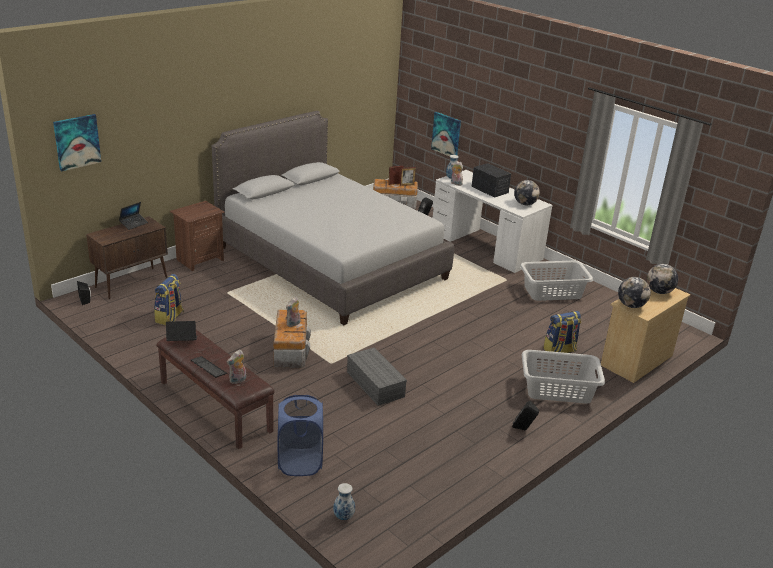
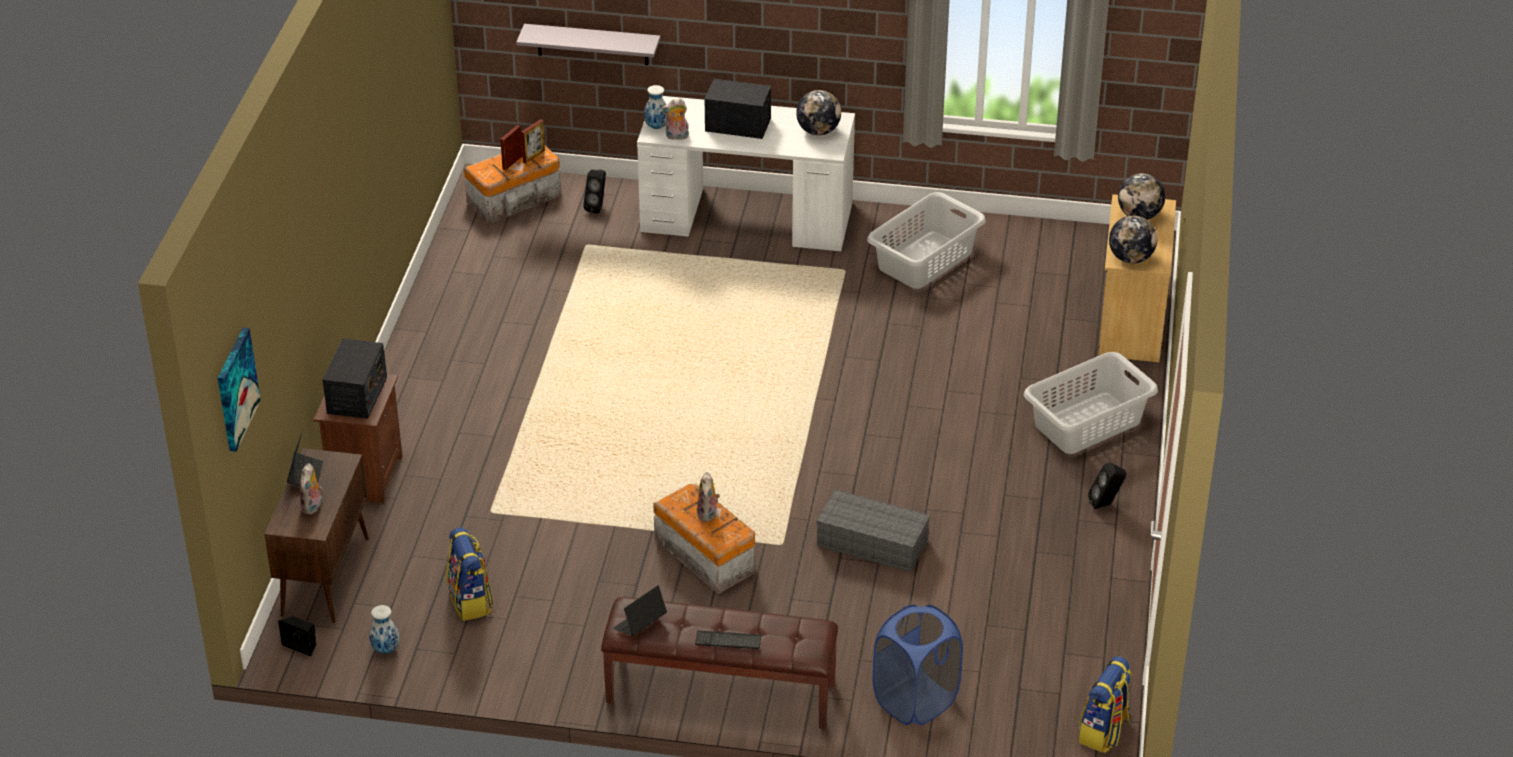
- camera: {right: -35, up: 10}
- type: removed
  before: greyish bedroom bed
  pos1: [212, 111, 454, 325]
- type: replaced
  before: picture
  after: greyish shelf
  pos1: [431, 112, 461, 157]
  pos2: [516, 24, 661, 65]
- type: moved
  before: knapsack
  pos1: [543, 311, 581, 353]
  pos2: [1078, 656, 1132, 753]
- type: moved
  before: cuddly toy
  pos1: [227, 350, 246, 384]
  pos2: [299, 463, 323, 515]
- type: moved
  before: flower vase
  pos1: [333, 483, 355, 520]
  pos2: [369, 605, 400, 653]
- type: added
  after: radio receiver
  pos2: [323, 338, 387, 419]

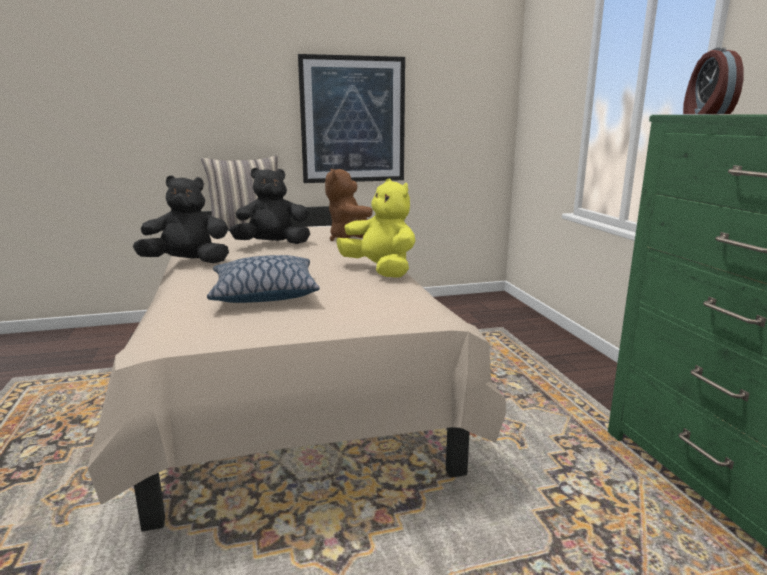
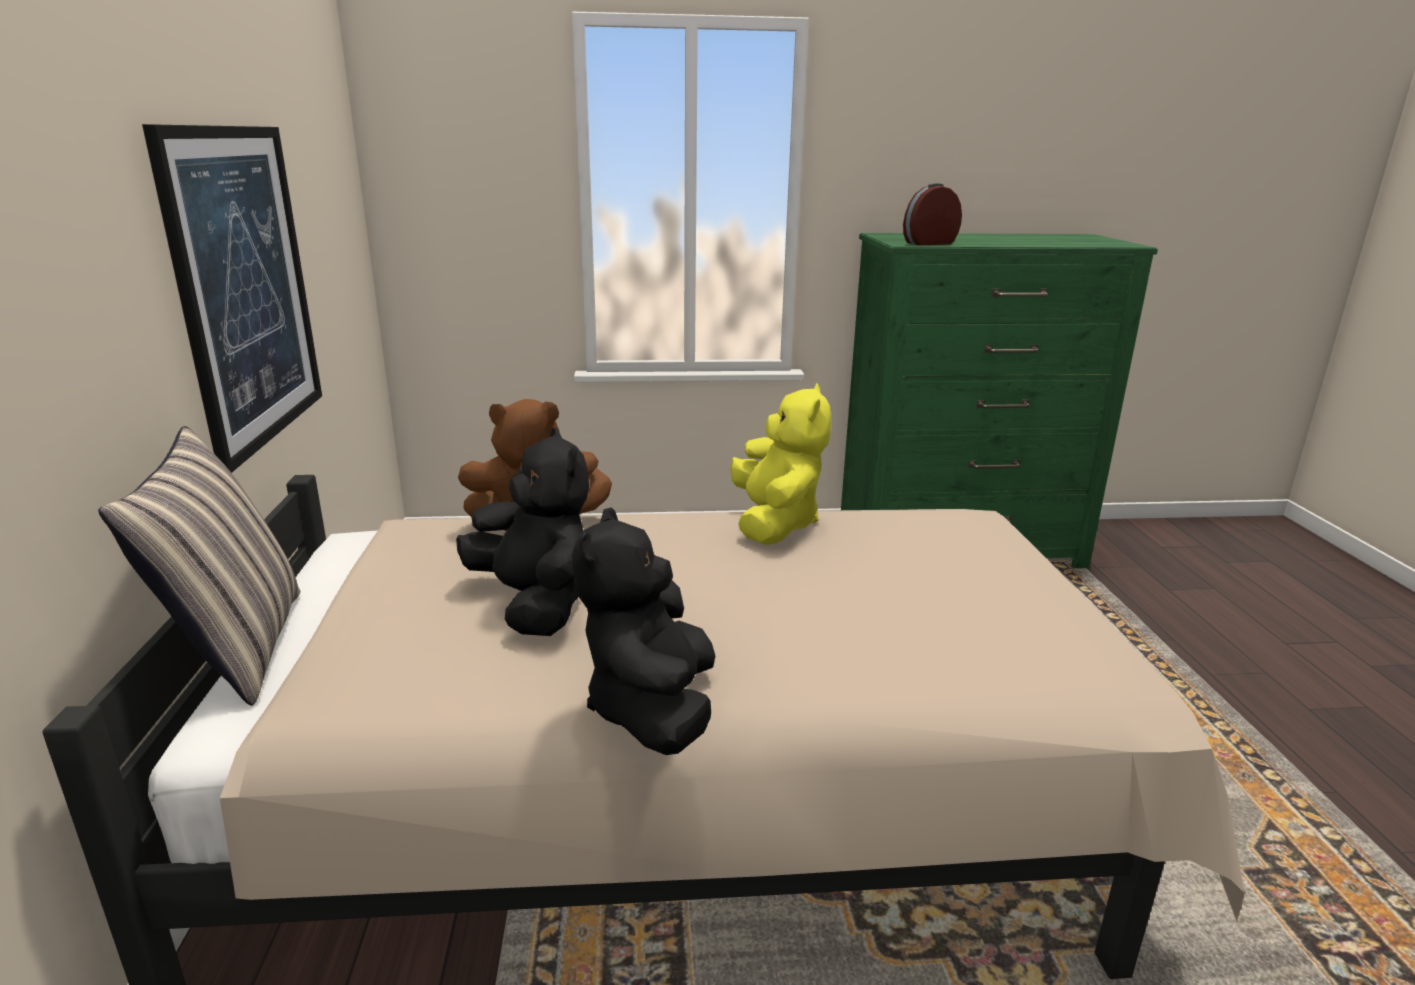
- camera: {right: -80, up: 5}
- type: turned
  before: table clock
  pos1: [683, 47, 744, 114]
  pos2: [903, 183, 962, 245]
  turn: 150
- type: turned
  before: black-coloured cuddly toy
  pos1: [229, 168, 310, 244]
  pos2: [456, 428, 589, 636]
  turn: 150
- type: turned
  before: yellow-coloured cuddly toy
  pos1: [336, 178, 416, 278]
  pos2: [730, 383, 831, 545]
  turn: 120
- type: removed
  before: cushion
  pos1: [207, 255, 320, 303]

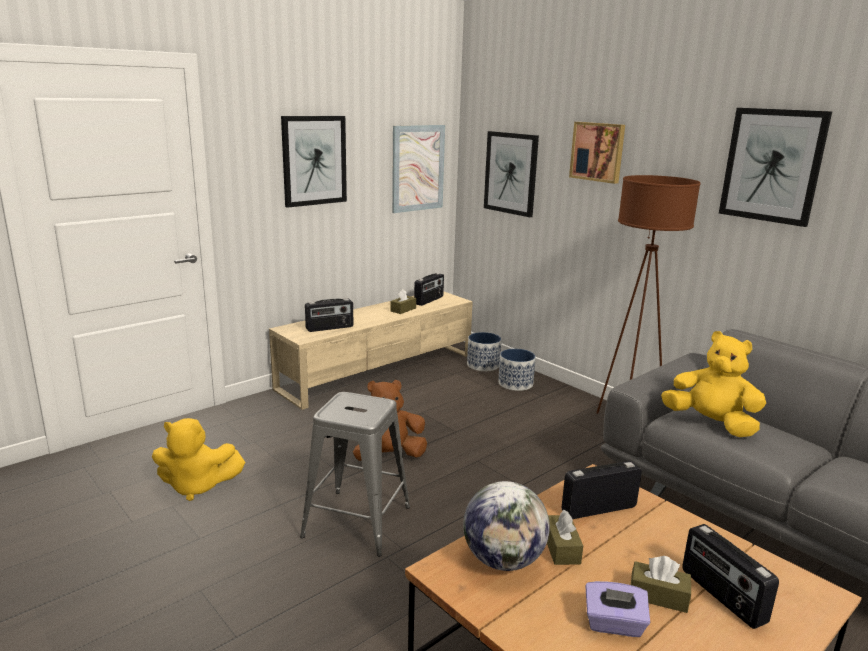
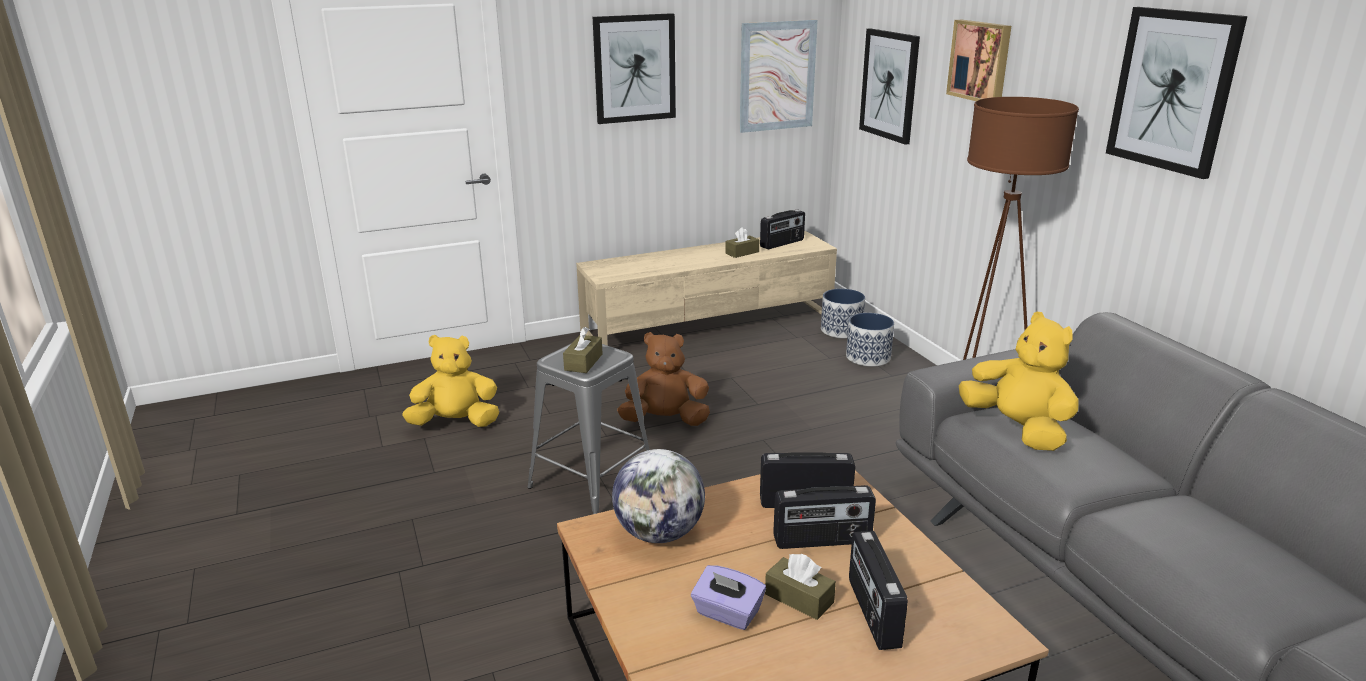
- camera: {right: 20, up: 5}
- type: moved
  before: radio receiver
  pos1: [305, 299, 353, 332]
  pos2: [773, 485, 876, 549]
- type: turned
  before: yellow-coloured cuddly toy
  pos1: [152, 418, 245, 501]
  pos2: [402, 335, 499, 427]
  turn: 150
- type: moved
  before: brownish tissue holder
  pos1: [547, 510, 583, 565]
  pos2: [563, 327, 603, 373]

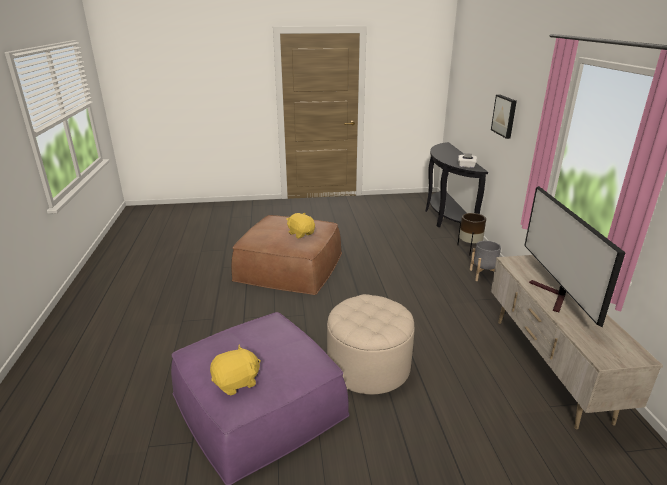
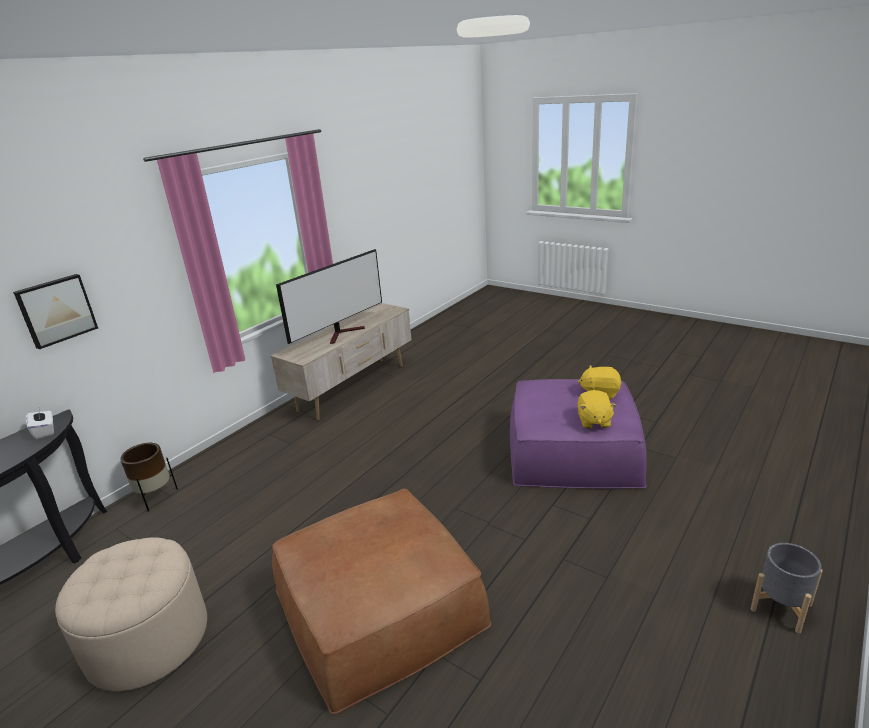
- camera: {right: -135, up: 0}
- type: moved
  before: yellow-coloured cuddly toy
  pos1: [286, 213, 315, 239]
  pos2: [577, 390, 616, 429]
- type: moved
  before: greyish planter
  pos1: [470, 241, 501, 281]
  pos2: [750, 543, 823, 633]
- type: moved
  before: sand-coloured ottoman
  pos1: [327, 294, 414, 395]
  pos2: [55, 537, 207, 691]

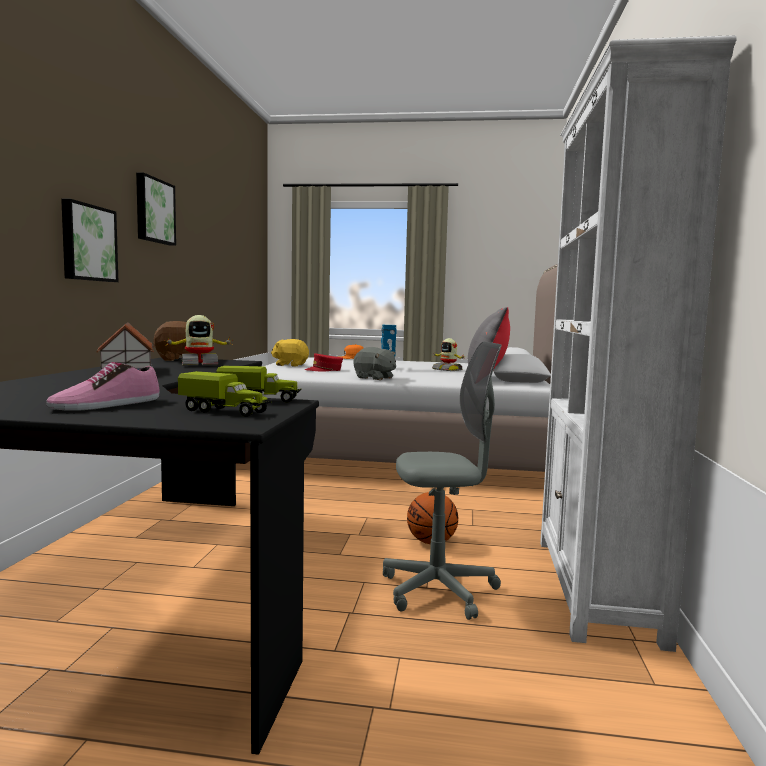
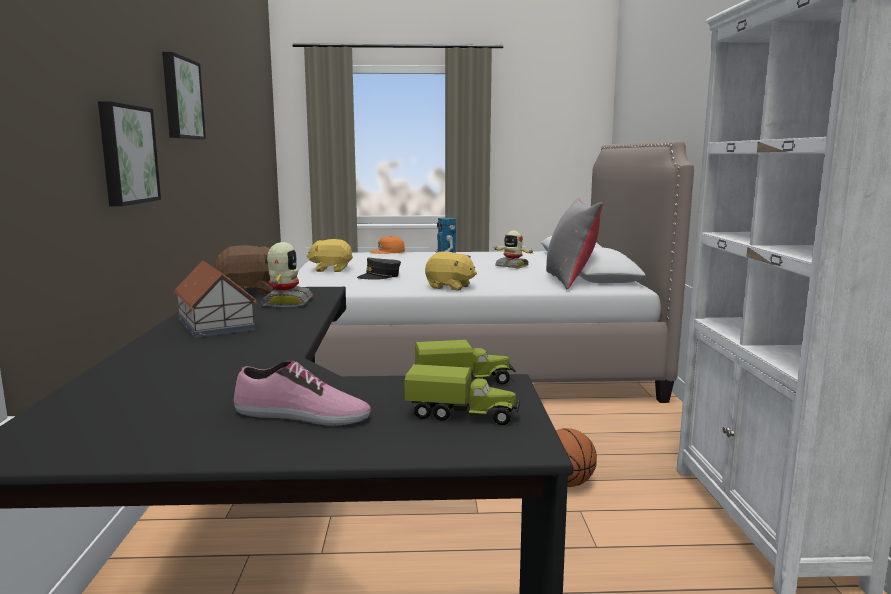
- camera: {right: -10, up: 5}
- type: turned
  before: toy robot
  pos1: [165, 315, 233, 366]
  pos2: [261, 242, 313, 307]
  turn: -60
- type: removed
  before: greyish computer chair
  pos1: [383, 341, 502, 620]
- type: recoloured
  before: greyish cuddly toy
  after: yellow-coloured cuddly toy
  pos1: [354, 347, 396, 380]
  pos2: [425, 252, 477, 291]
- type: recoloured
  before: reddish cap
  after: greyish cap
  pos1: [304, 353, 343, 371]
  pos2: [357, 258, 401, 280]
- type: turned
  before: item of footwear
  pos1: [46, 362, 160, 411]
  pos2: [233, 361, 371, 426]
  turn: -105

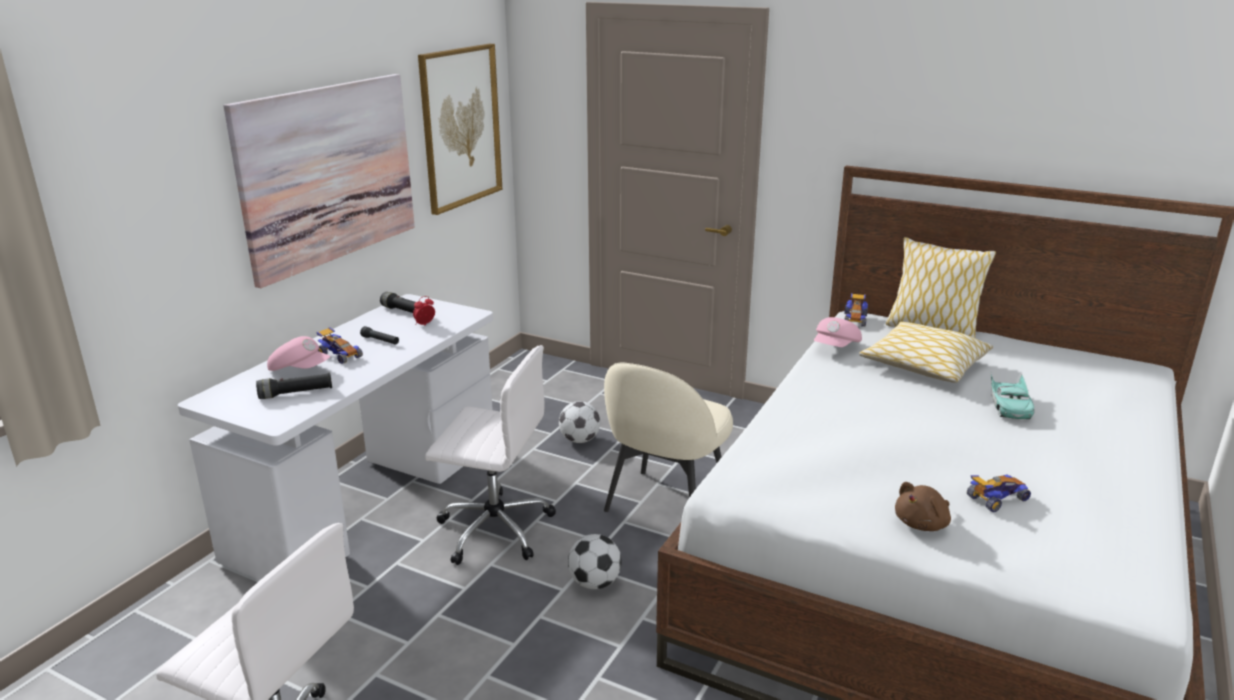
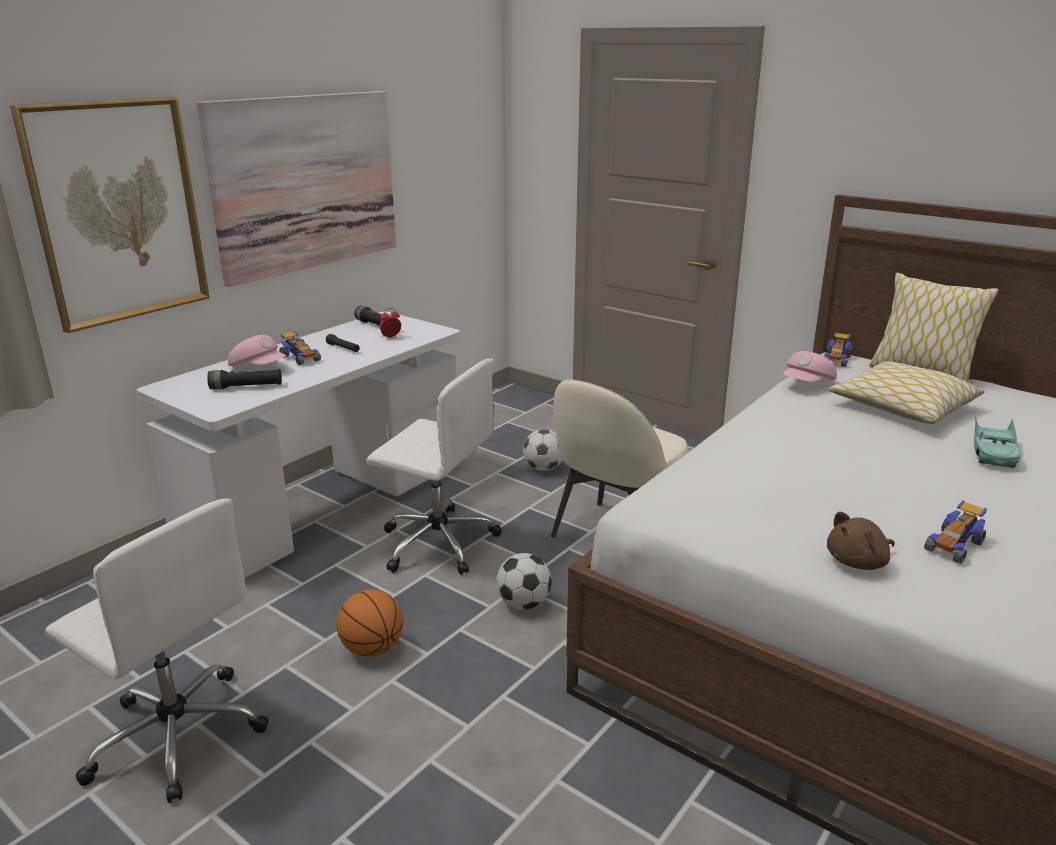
- camera: {right: 10, up: 0}
- type: moved
  before: picture
  pos1: [418, 44, 502, 215]
  pos2: [10, 97, 210, 333]
- type: turned
  before: toy car
  pos1: [967, 475, 1031, 512]
  pos2: [924, 500, 987, 564]
  turn: 150
- type: added
  after: basketball
  pos2: [337, 589, 403, 657]

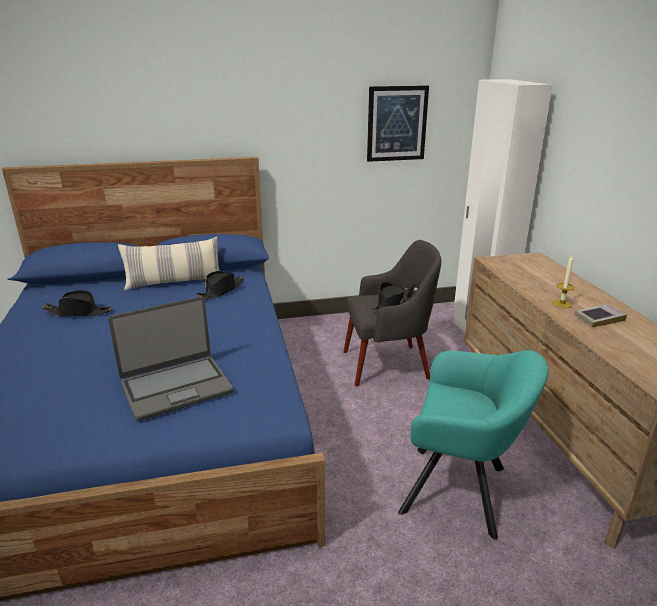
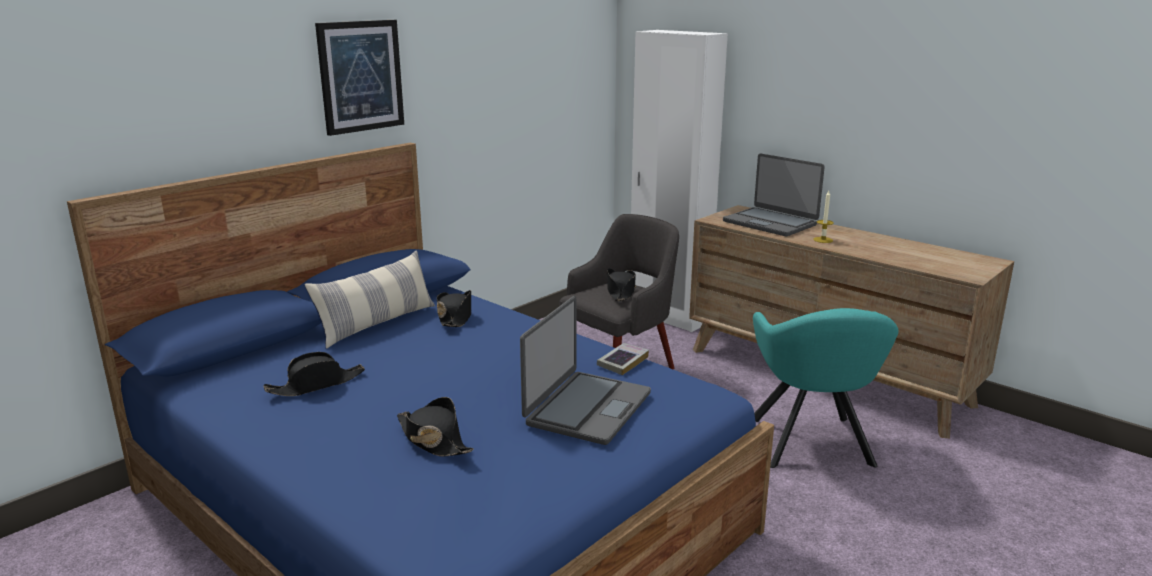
- camera: {right: -35, up: -5}
- type: moved
  before: picture
  pos1: [367, 85, 429, 162]
  pos2: [315, 20, 404, 136]
- type: moved
  before: book
  pos1: [574, 304, 627, 327]
  pos2: [597, 343, 649, 375]
- type: turned
  before: blue-green easy chair
  pos1: [398, 350, 549, 540]
  pos2: [753, 308, 899, 468]
  turn: 105
- type: added
  after: notebook computer
  pos2: [723, 153, 825, 236]
- type: added
  after: black-coloured wearable hat
  pos2: [397, 397, 474, 457]

